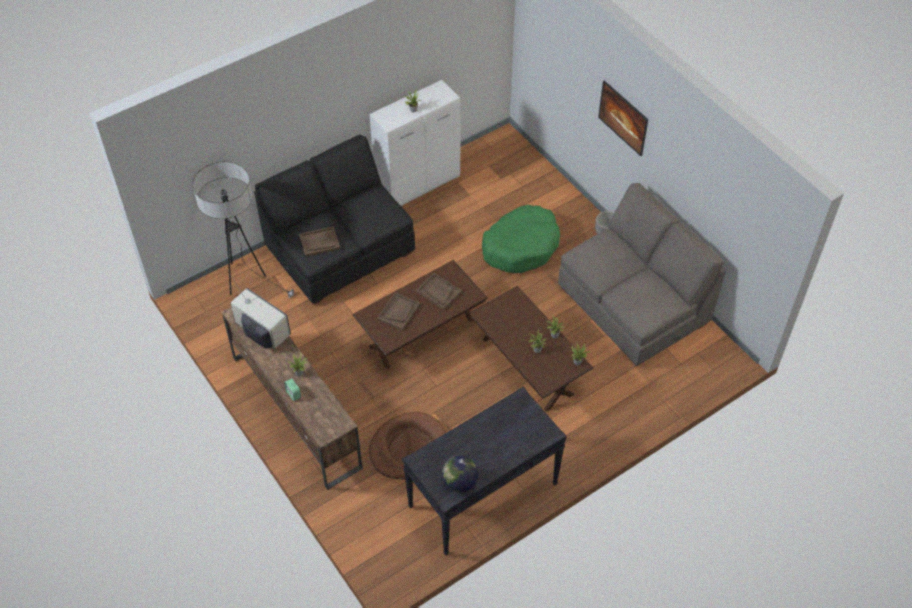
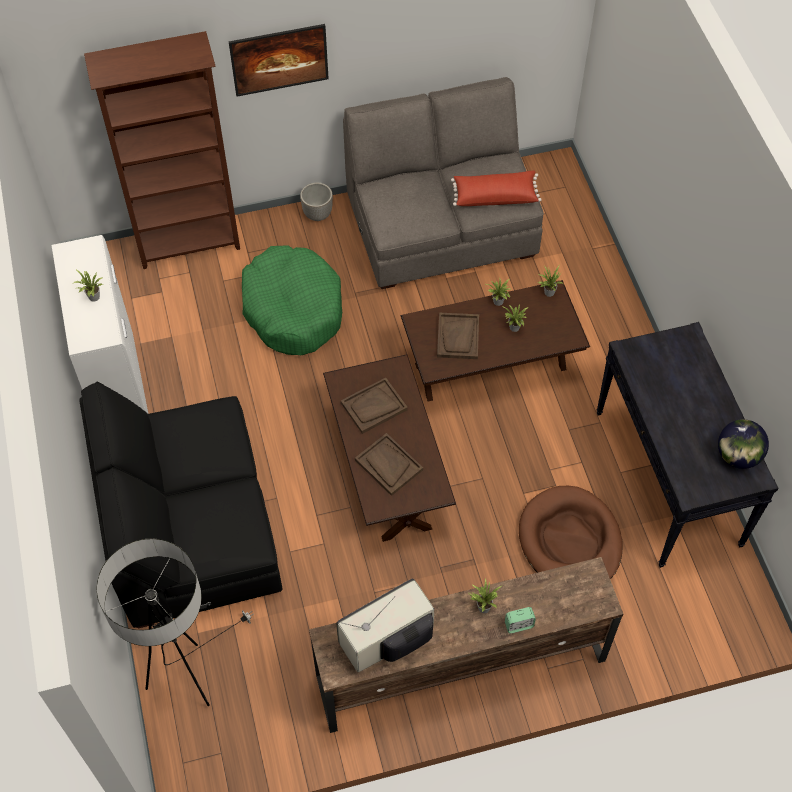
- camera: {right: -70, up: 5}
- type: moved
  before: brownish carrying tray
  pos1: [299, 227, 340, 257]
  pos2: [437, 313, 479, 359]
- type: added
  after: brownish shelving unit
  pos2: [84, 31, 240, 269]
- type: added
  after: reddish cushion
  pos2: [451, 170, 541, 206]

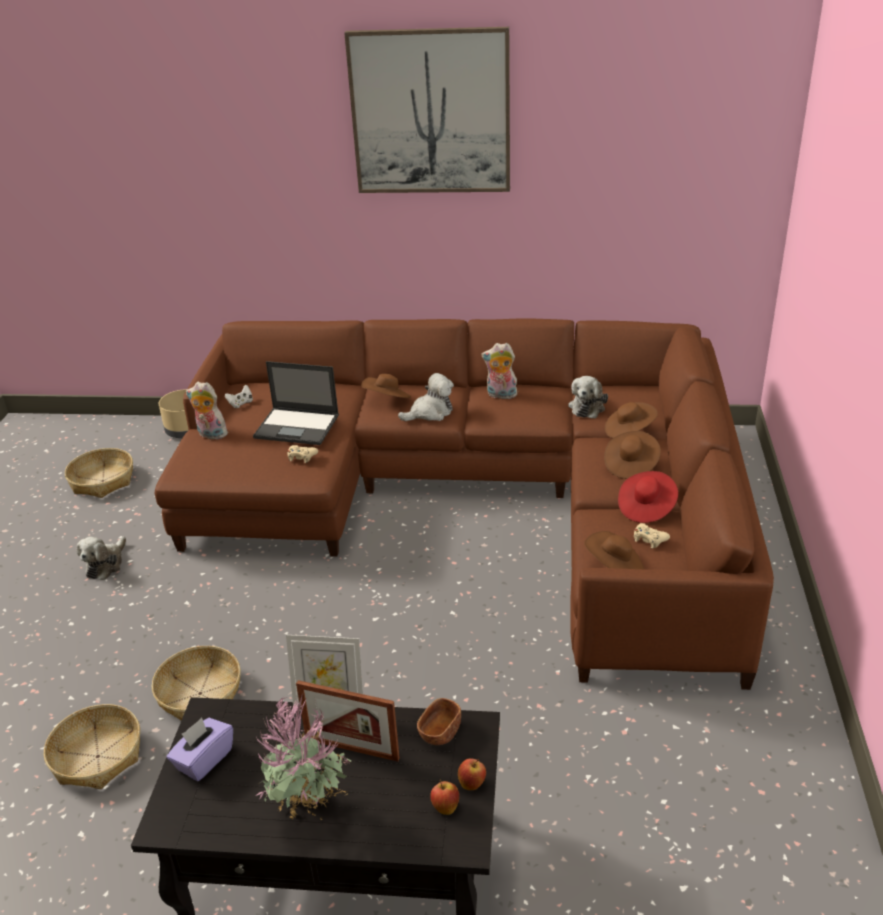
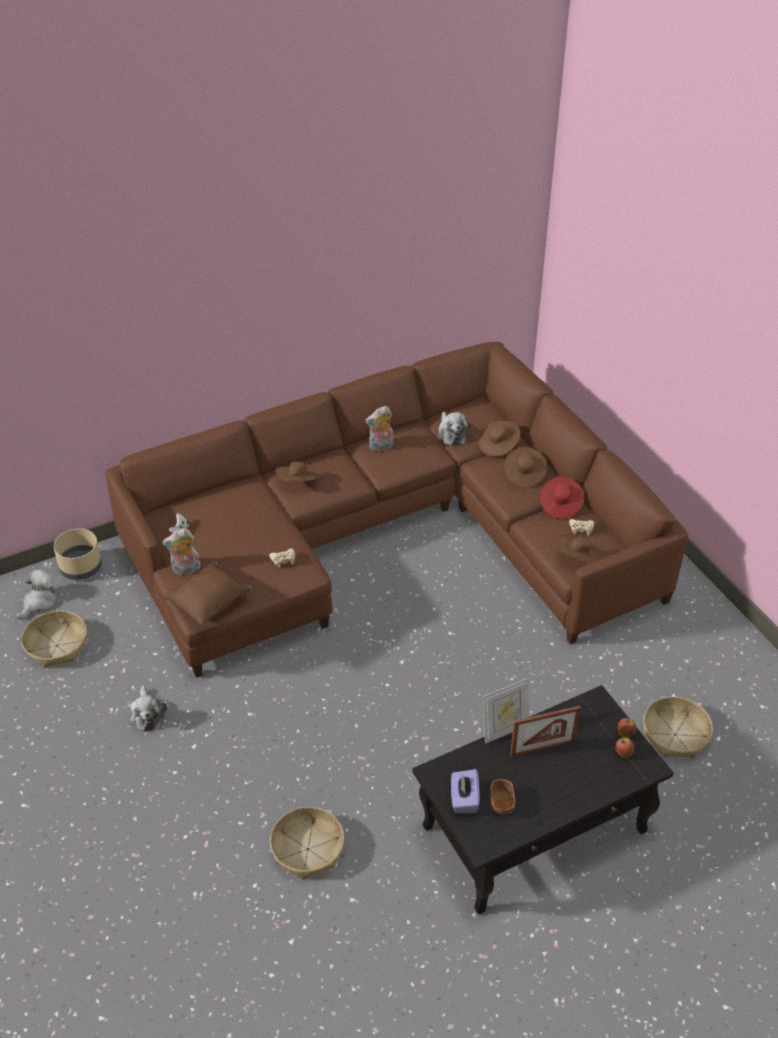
- camera: {right: -35, up: 10}
- type: removed
  before: picture
  pos1: [344, 27, 510, 193]
- type: removed
  before: notebook computer
  pos1: [253, 361, 339, 445]
- type: moved
  before: cuddly toy
  pos1: [398, 373, 454, 421]
  pos2: [16, 569, 56, 620]
- type: moved
  before: basket
  pos1: [152, 646, 241, 720]
  pos2: [643, 696, 713, 758]
- type: removed
  before: potted plant
  pos1: [255, 693, 351, 820]
- type: moved
  before: brownish bowl
  pos1: [417, 698, 461, 745]
  pos2: [490, 779, 515, 814]
- type: added
  after: brownish cushion
  pos2: [163, 560, 251, 624]

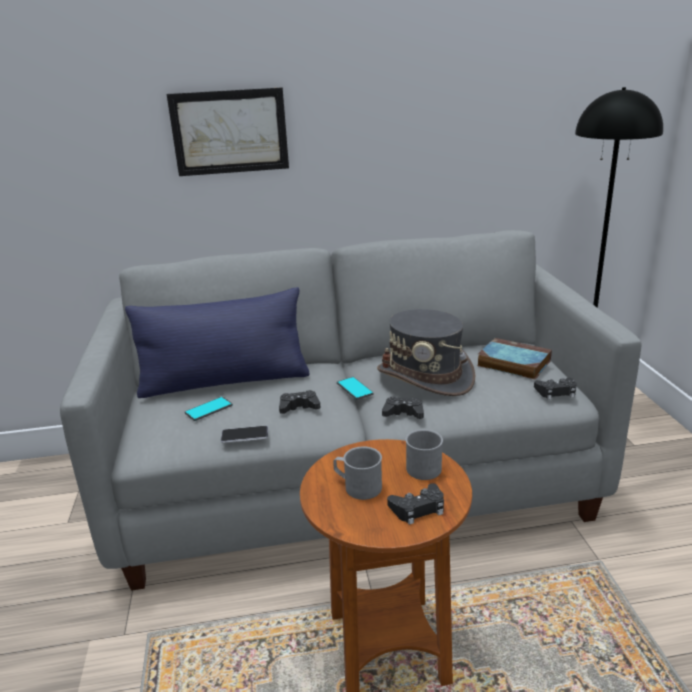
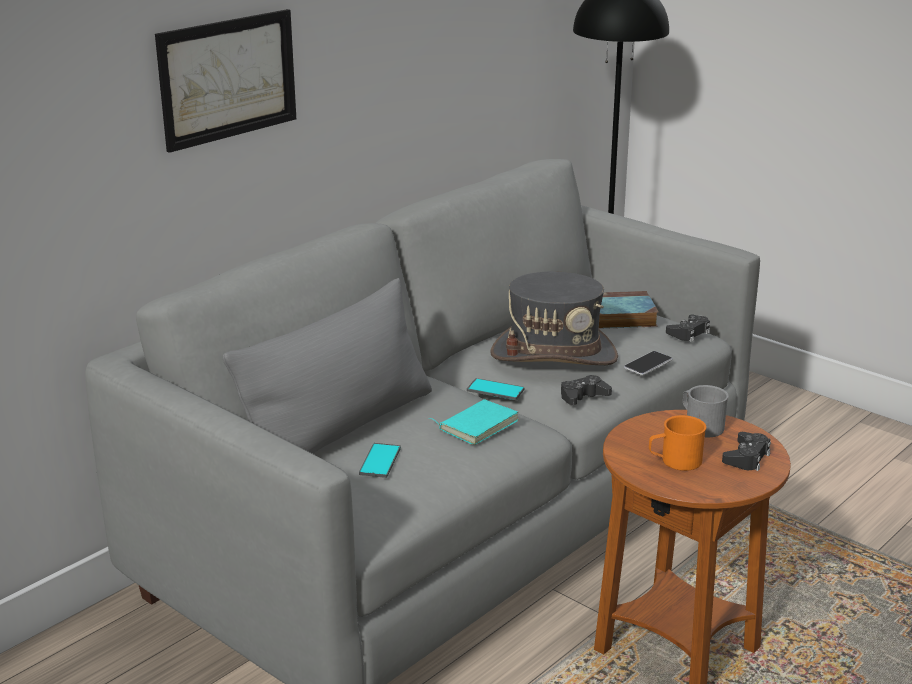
- camera: {right: -40, up: 0}
- type: recoloured
  before: blue cushion
  after: greyish cushion
  pos1: [125, 287, 310, 398]
  pos2: [223, 278, 432, 454]
- type: replaced
  before: black-coloured joypad
  after: blue-green book
  pos1: [279, 390, 320, 414]
  pos2: [429, 399, 518, 445]
- type: moved
  before: handset
  pos1: [221, 426, 268, 443]
  pos2: [624, 351, 672, 375]
- type: recoloured
  before: greyish tea mug
  after: orange-coloured tea mug
  pos1: [333, 447, 382, 500]
  pos2: [649, 415, 706, 471]

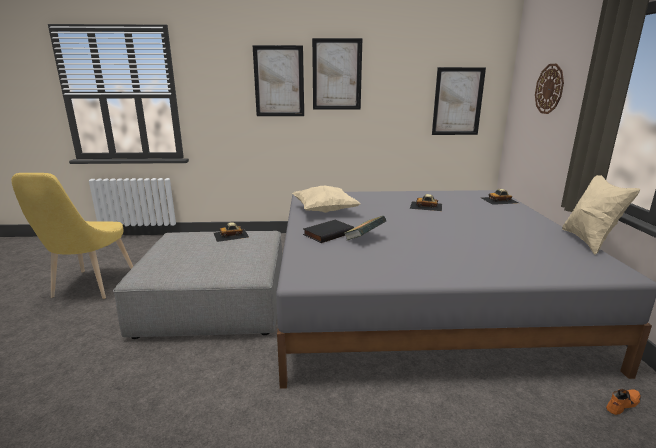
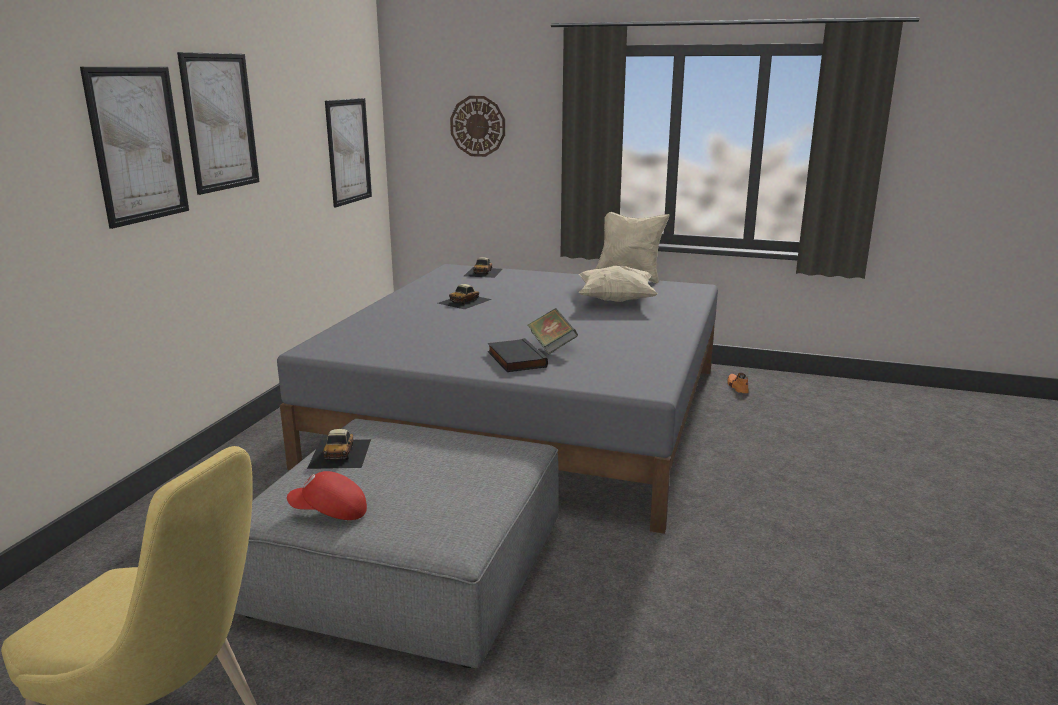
- camera: {right: -70, up: 0}
- type: moved
  before: sand-coloured cushion
  pos1: [292, 186, 361, 213]
  pos2: [579, 266, 658, 302]
- type: added
  after: reddish cap
  pos2: [287, 471, 367, 520]

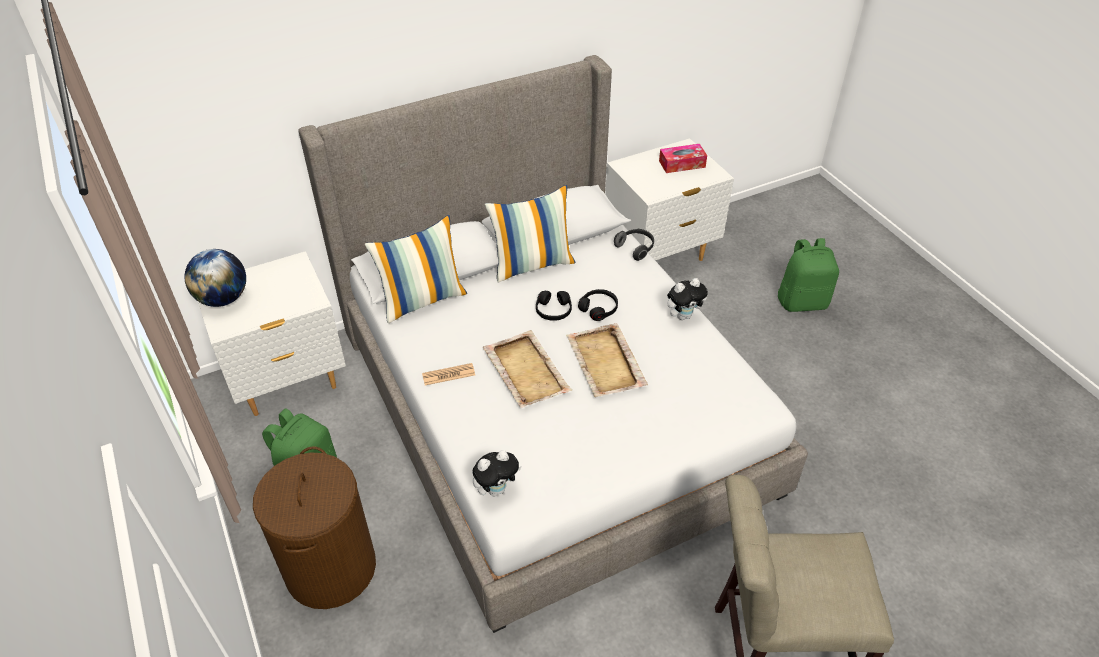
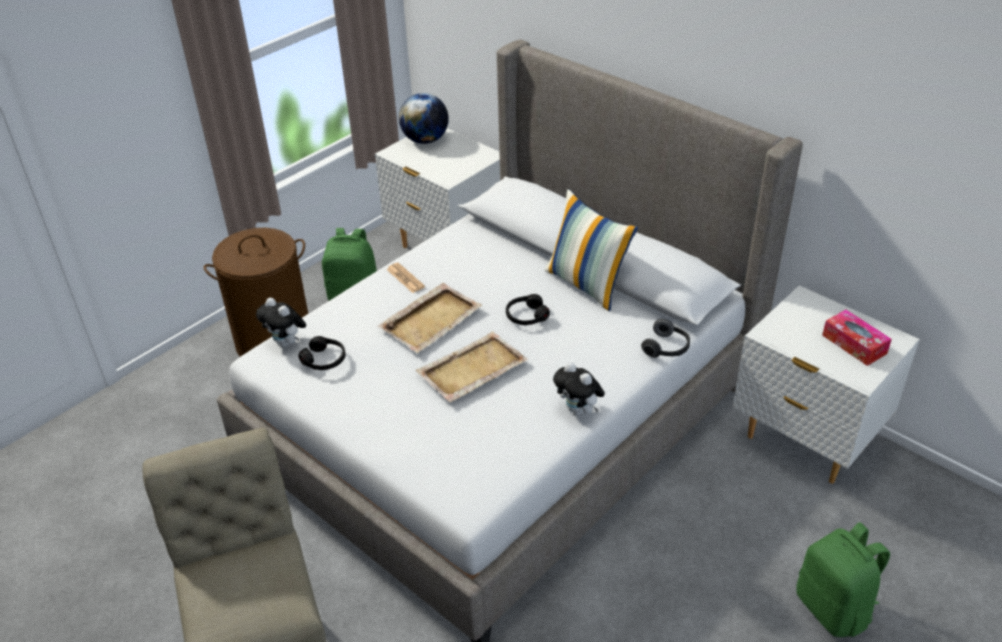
- camera: {right: 70, up: -5}
- type: removed
  before: cushion
  pos1: [365, 215, 467, 323]
- type: moved
  before: black-coloured pair of headphones
  pos1: [578, 289, 618, 321]
  pos2: [298, 336, 345, 370]

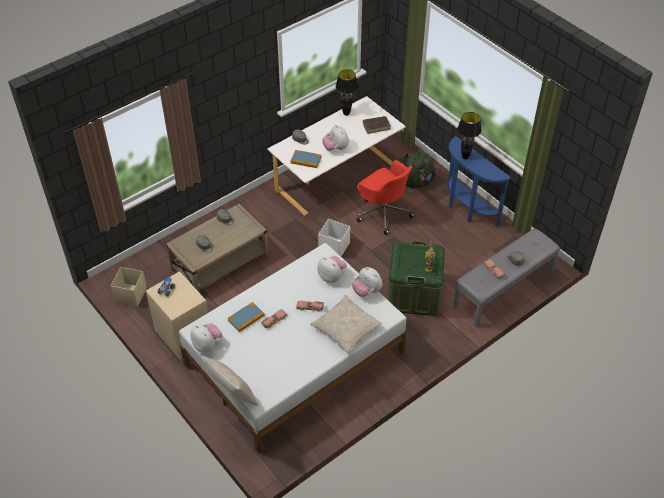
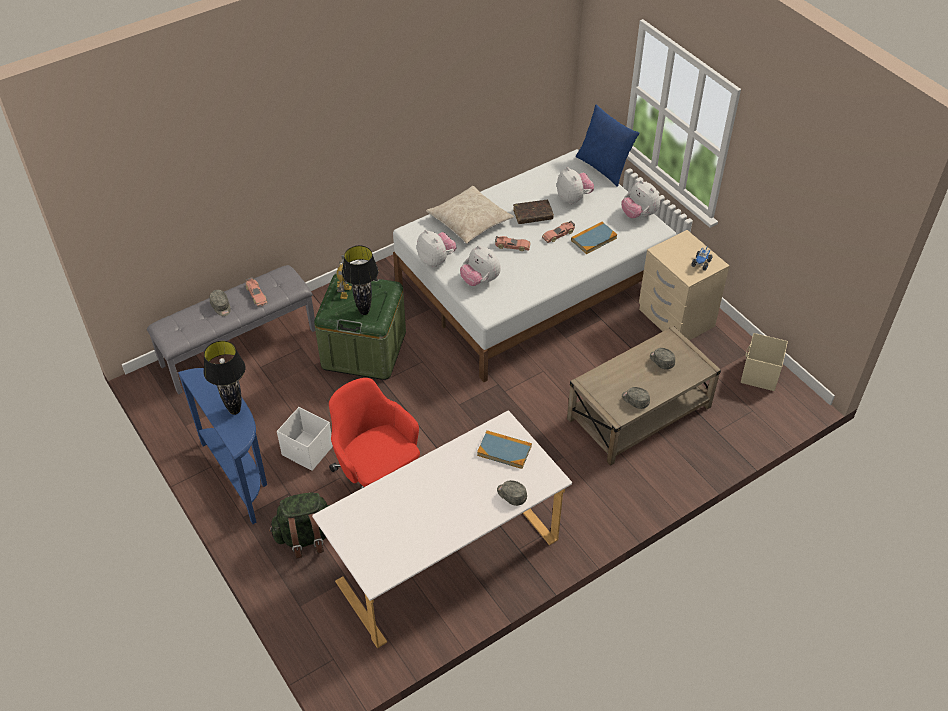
- camera: {right: -175, up: 0}
- type: moved
  before: black-coloured table lamp
  pos1: [336, 70, 358, 116]
  pos2: [342, 246, 379, 315]
- type: moved
  before: brownish book
  pos1: [363, 116, 391, 134]
  pos2: [513, 200, 554, 224]
- type: moved
  before: cuddly toy
  pos1: [322, 125, 349, 151]
  pos2: [557, 167, 594, 204]
- type: moved
  before: white storage bin
  pos1: [318, 219, 350, 256]
  pos2: [277, 407, 333, 471]
- type: recoloured
  before: sand-coloured cushion
  after: blue cushion
  pos1: [203, 356, 258, 406]
  pos2: [576, 105, 639, 187]

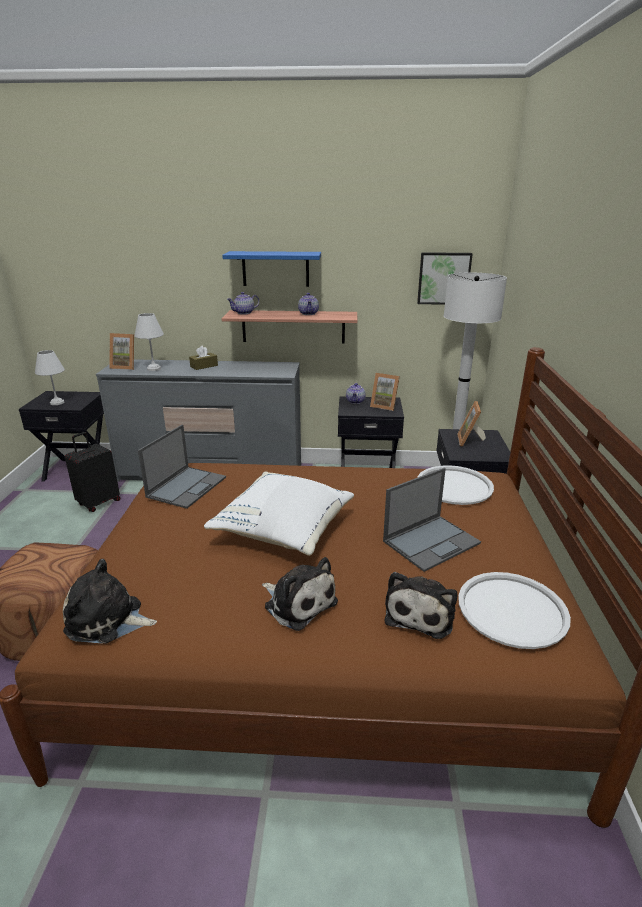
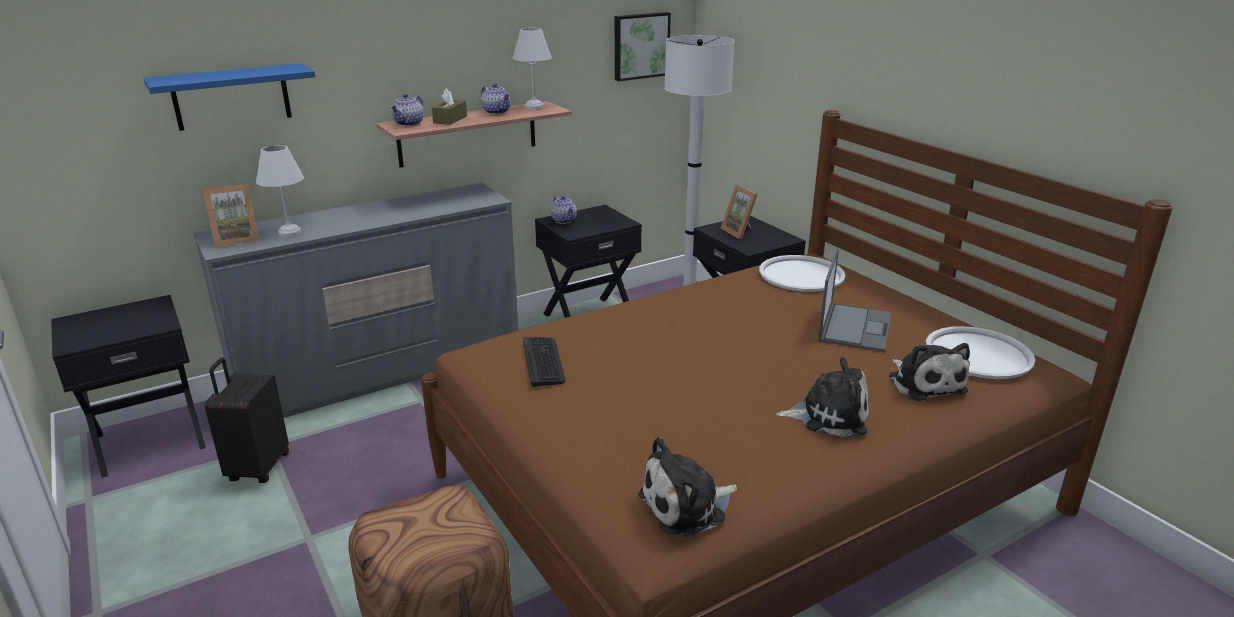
- camera: {right: -35, up: 0}
- type: moved
  before: blue shelf
  pos1: [222, 251, 321, 287]
  pos2: [144, 63, 316, 131]
- type: moved
  before: brownish tissue holder
  pos1: [189, 346, 218, 370]
  pos2: [432, 88, 467, 125]
- type: moved
  before: white table lamp
  pos1: [35, 350, 65, 405]
  pos2: [513, 28, 552, 109]
- type: removed
  before: picture frame
  pos1: [370, 373, 400, 411]
- type: replaced
  before: notebook computer
  after: keyboard
  pos1: [138, 425, 226, 509]
  pos2: [523, 337, 565, 387]
- type: removed
  before: white cushion
  pos1: [204, 471, 354, 556]

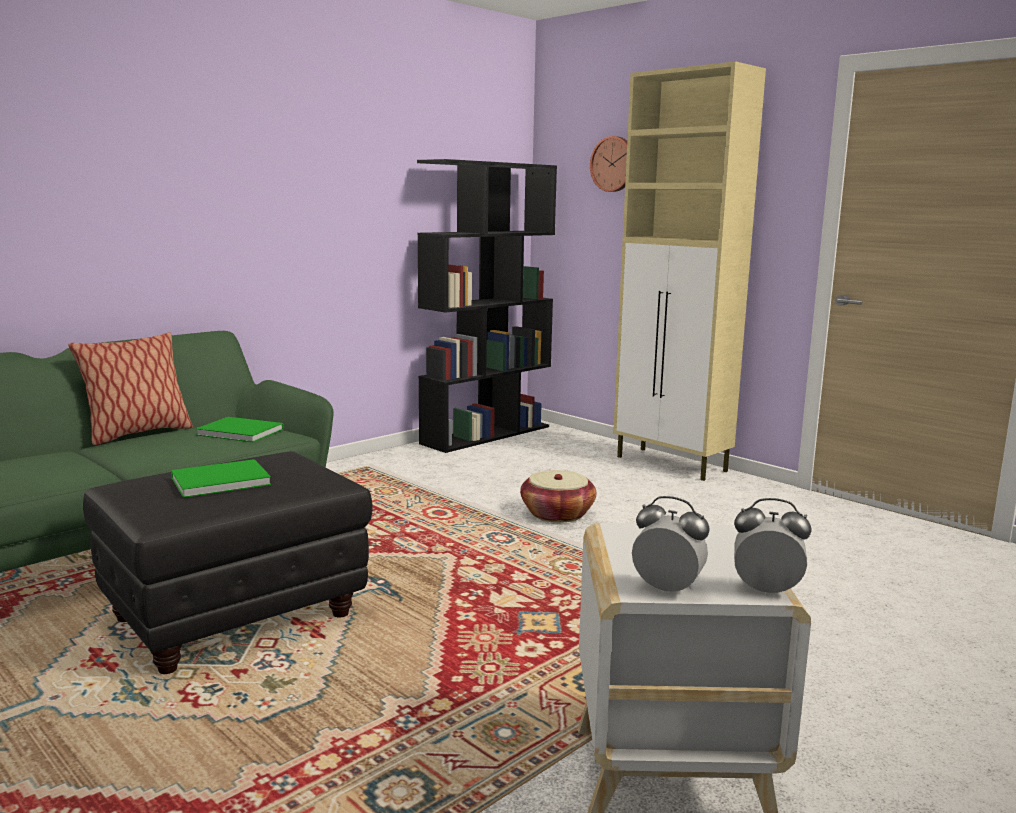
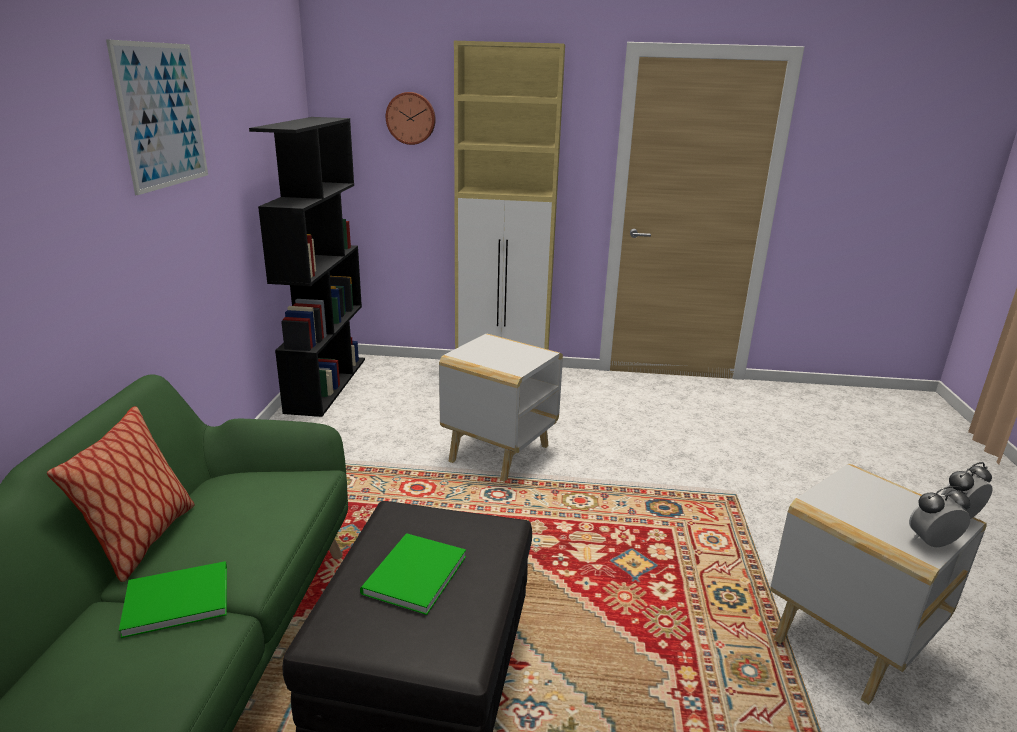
- camera: {right: -40, up: 10}
- type: moved
  before: greenish book
  pos1: [196, 417, 284, 442]
  pos2: [119, 561, 227, 638]
- type: replaced
  before: basket
  after: white end table
  pos1: [520, 470, 596, 523]
  pos2: [439, 334, 563, 482]
- type: added
  after: picture
  pos2: [106, 39, 208, 195]

